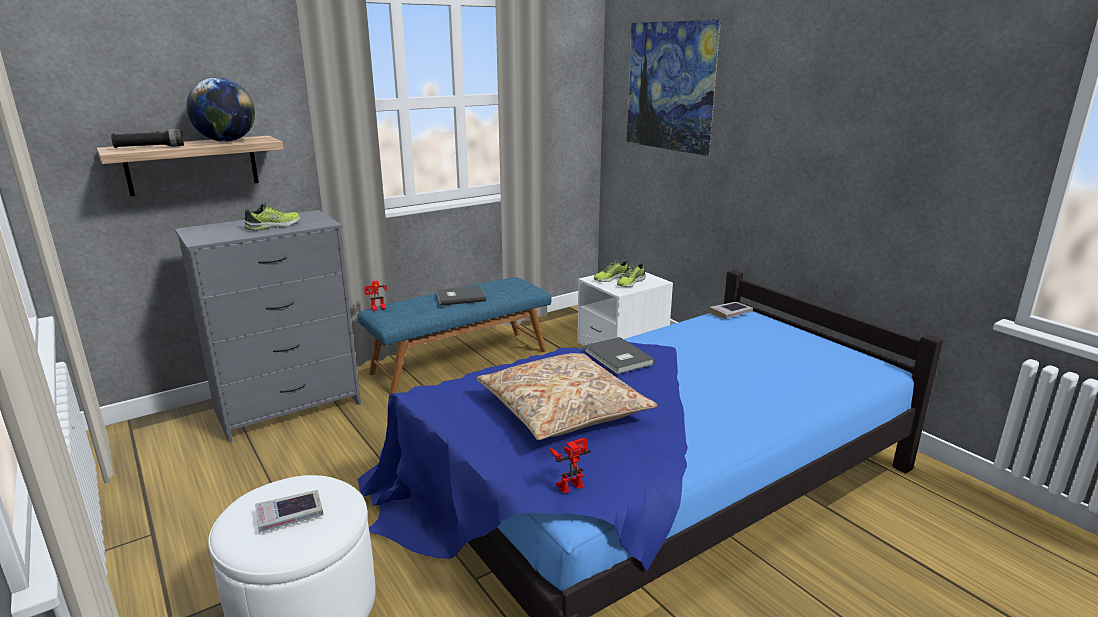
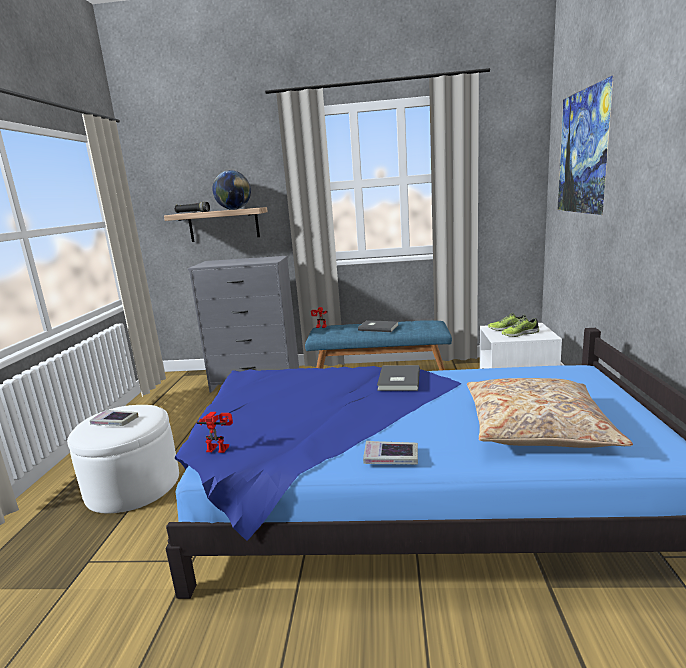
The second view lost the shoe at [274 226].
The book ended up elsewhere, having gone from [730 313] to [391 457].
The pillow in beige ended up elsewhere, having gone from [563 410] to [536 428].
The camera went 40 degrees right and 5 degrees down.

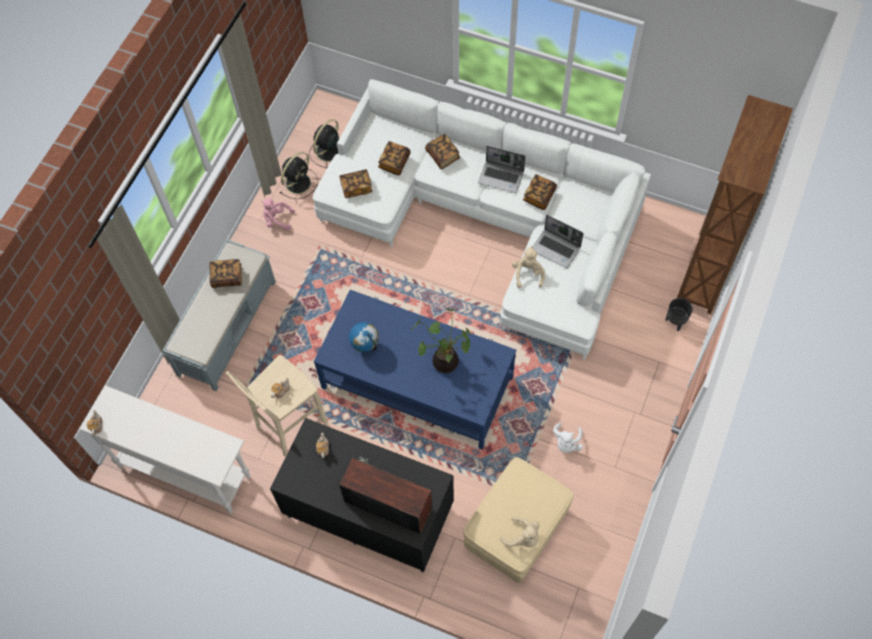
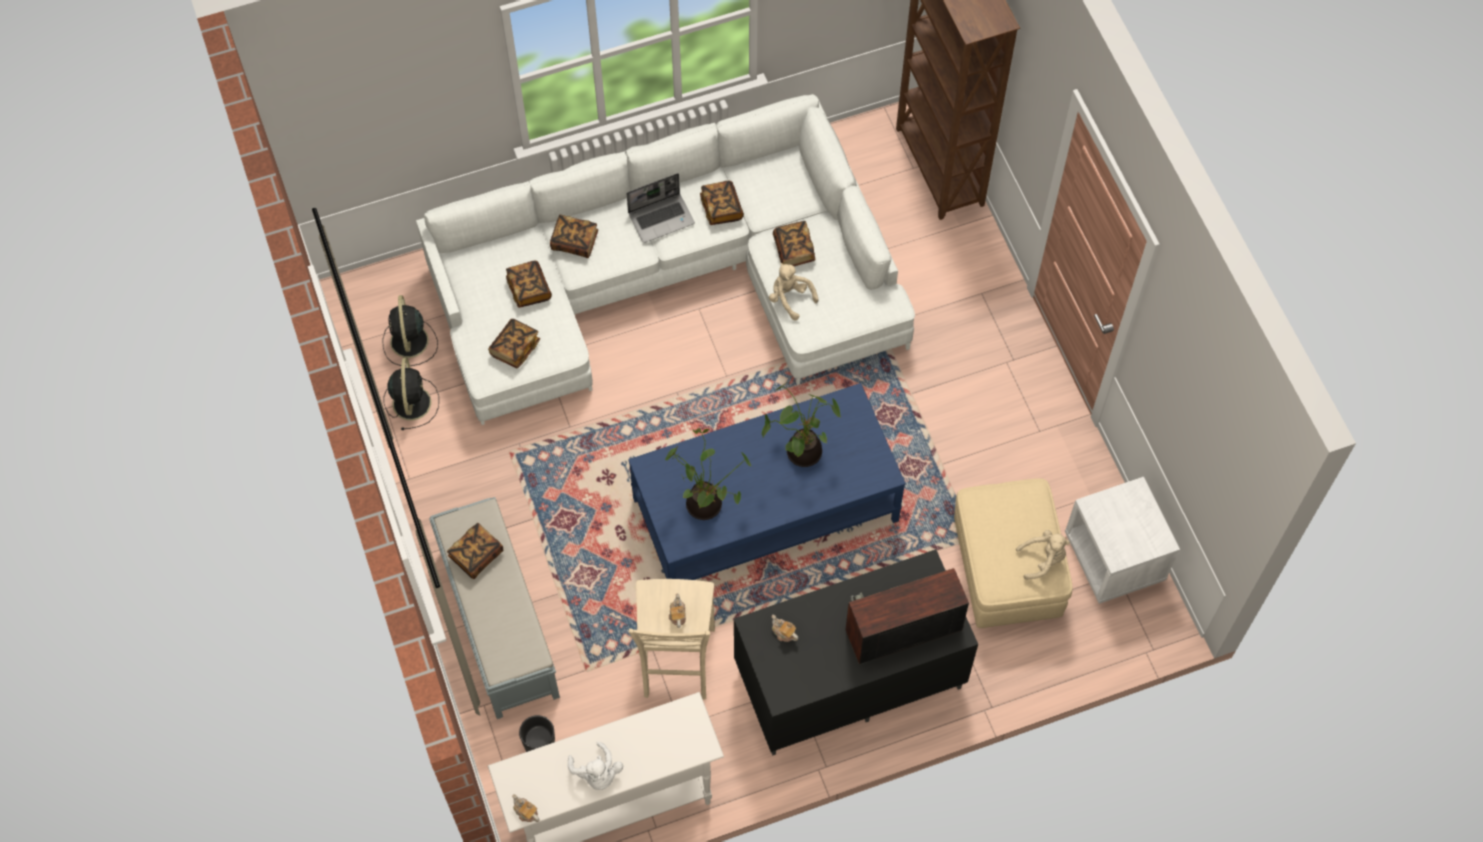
The second view lost the plush toy in pink at [277 220].
Where the laptop stood at [556 249], the book came to stand at [794 250].
The planter in black ended up elsewhere, having gone from [675 322] to [540 746].
Where the globe stood at [365 346], the potted plant came to stand at [706 503].
The plush toy in white ended up elsewhere, having gone from [566 443] to [597 773].
The second view gained the nightstand in white at [1114 558].
The camera went 45 degrees left and 0 degrees up.

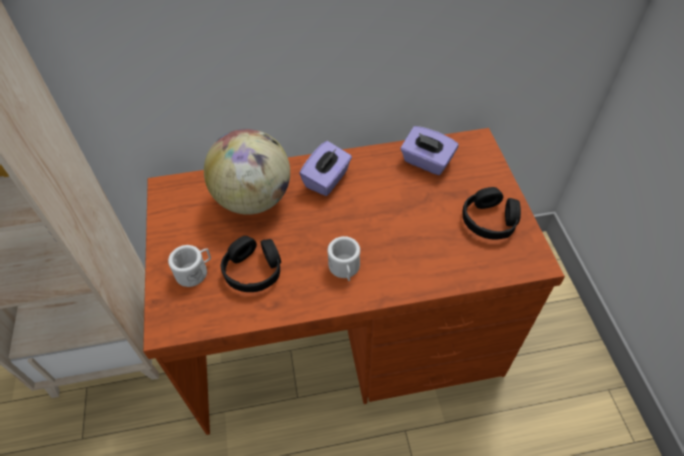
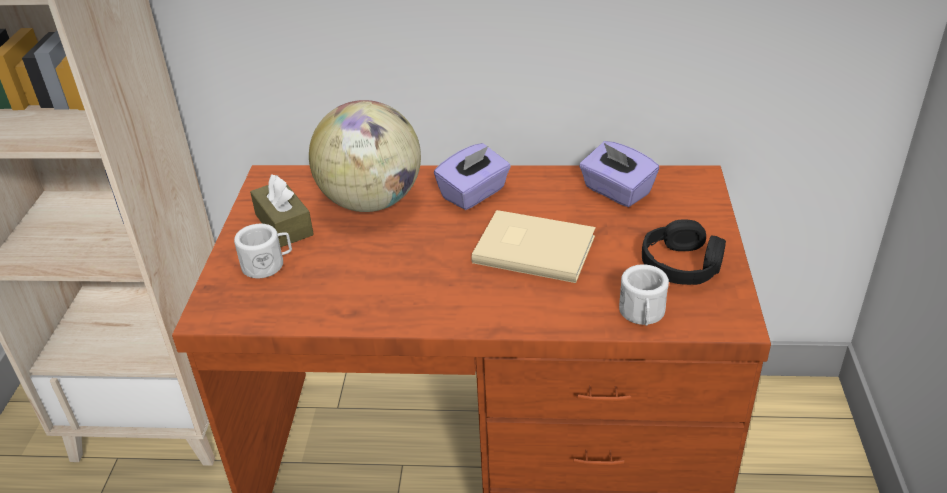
The second view lost the headphones in black at [253 270].
The mug in white ended up elsewhere, having gone from [345 268] to [642 314].
The second view gained the tissue box in brown at [284 225].
The second view gained the book in beige at [533 247].
The camera went 15 degrees right and 15 degrees down.

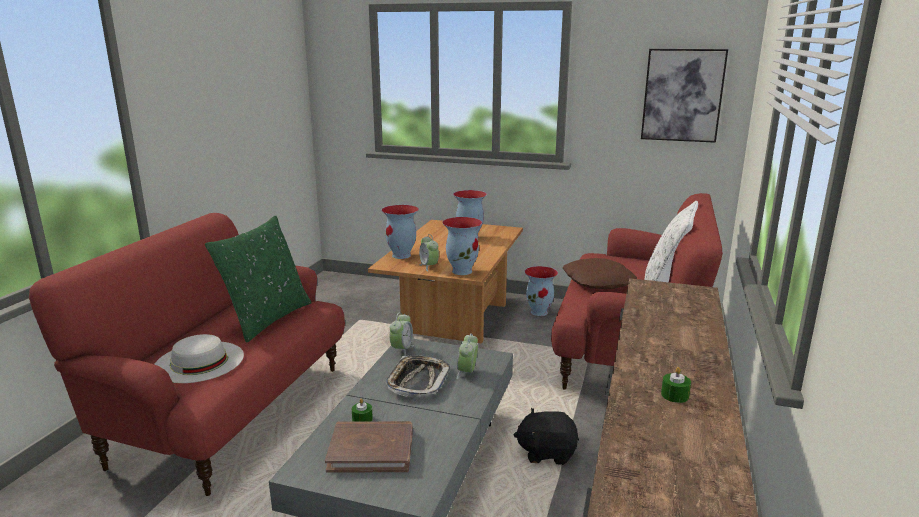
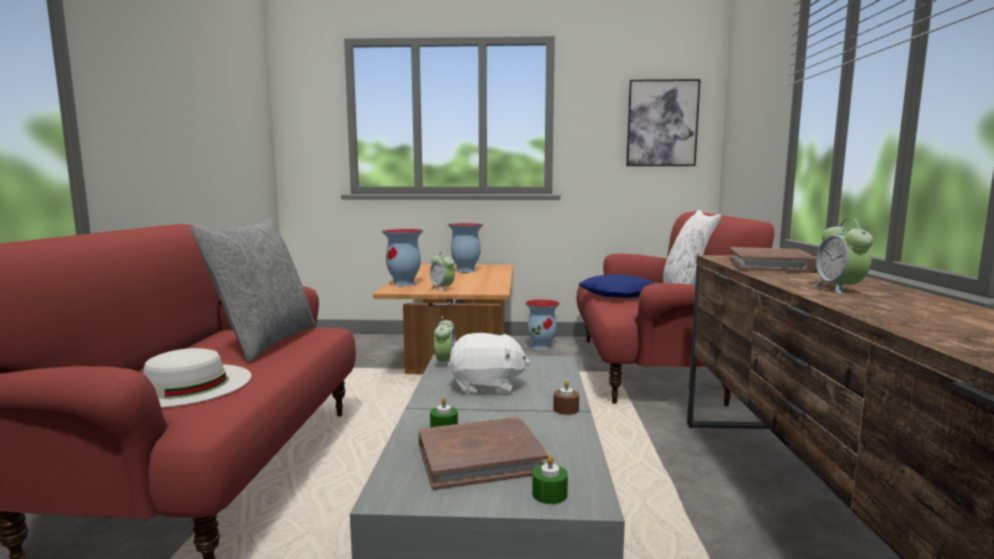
What was the pillow in green at [267 319] turned into the pillow in grey at [265 342].
The second view lost the vase at [462 271].
What was the pillow in brown at [597 281] turned into the pillow in blue at [617 295].
The alarm clock ended up elsewhere, having gone from [467 373] to [839 289].
Where the tray stood at [418 380], the plush toy in white came to stand at [487 387].
The candle in green ended up elsewhere, having gone from [674 395] to [549 494].
The second view lost the plush toy in black at [546 452].
The second view gained the book in brown at [770 265].
The second view gained the candle in brown at [566 409].
The camera went 15 degrees left and 10 degrees down.

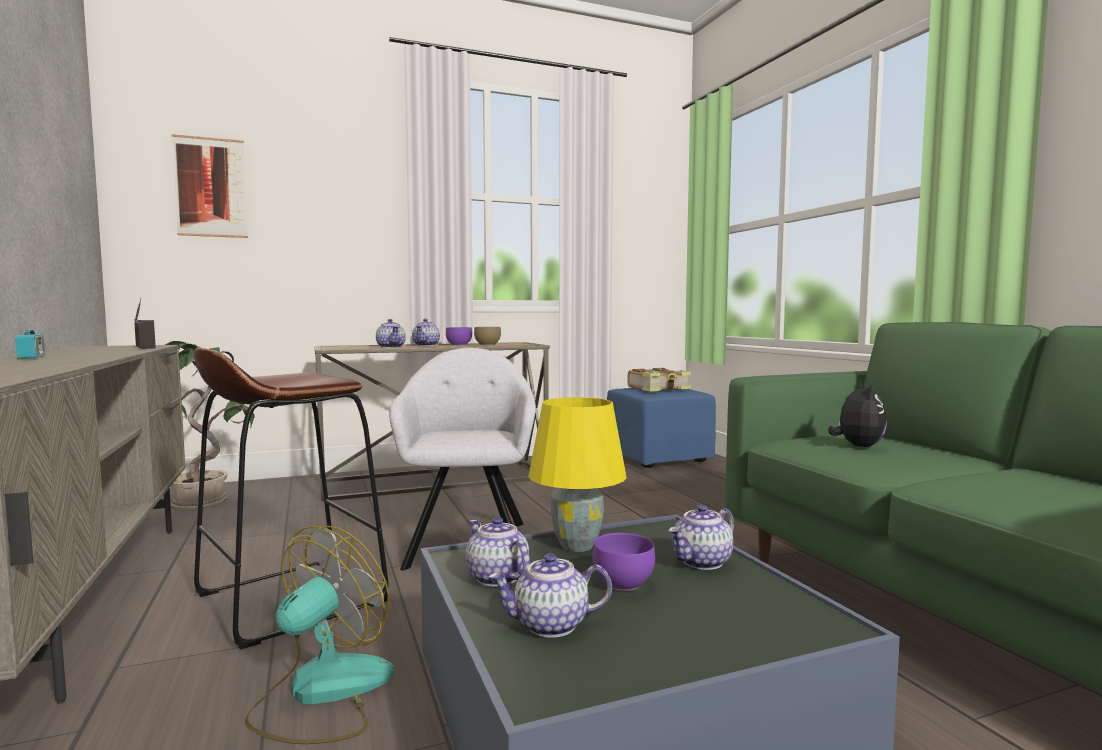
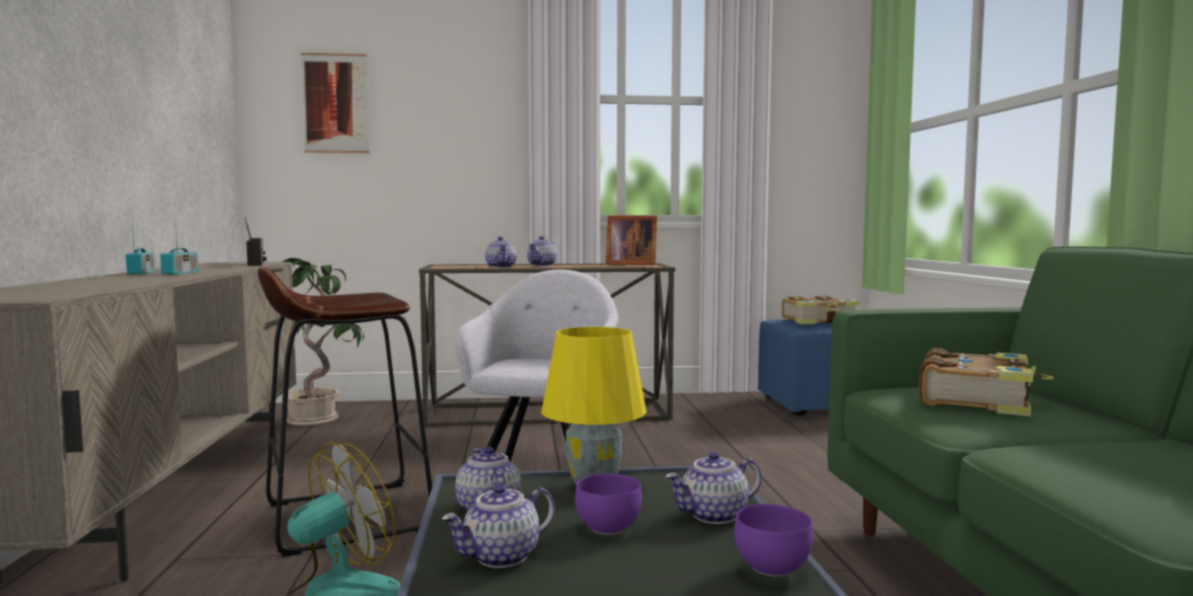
The bowl in purple ended up elsewhere, having gone from [458 345] to [771 569].
The second view lost the bowl in brown at [488 345].
Where the plush toy stood at [857 446], the book came to stand at [977 400].
The teapot at [550 625] ended up facing another way, 45 degrees counterclockwise from before.
The second view gained the picture frame at [629 264].
The second view gained the radio at [180 273].
The camera went 15 degrees right and 0 degrees up.

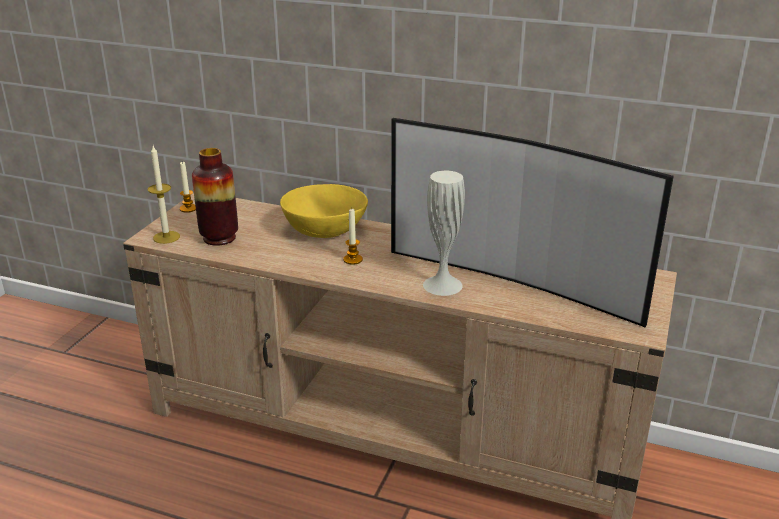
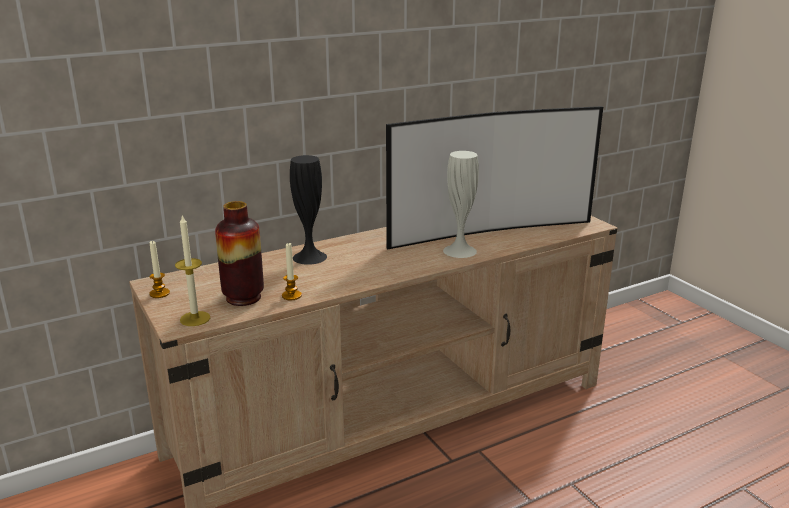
Where the bowl in yellow stood at [324 229], the vase in black came to stand at [309 257].
The candle ended up elsewhere, having gone from [353 259] to [291 296].
The camera went 50 degrees left and 5 degrees down.

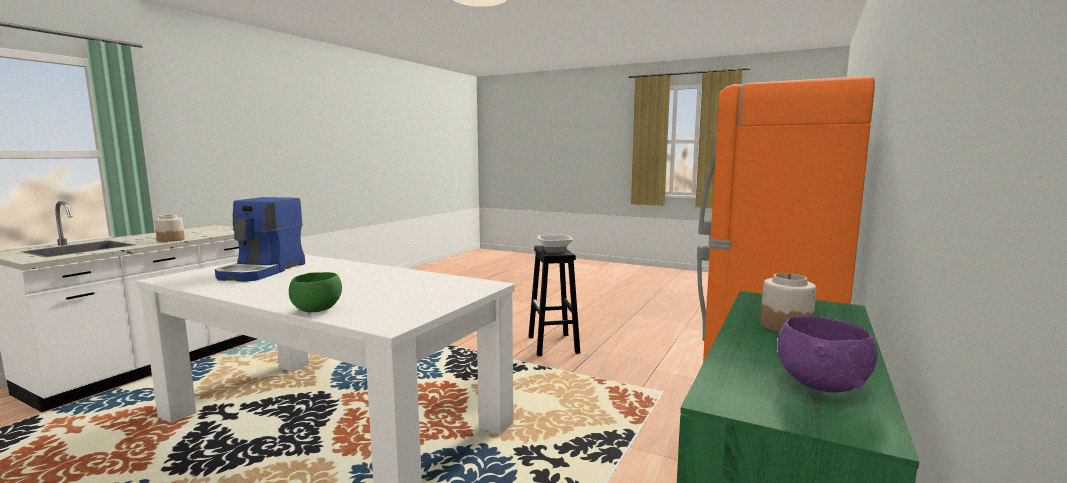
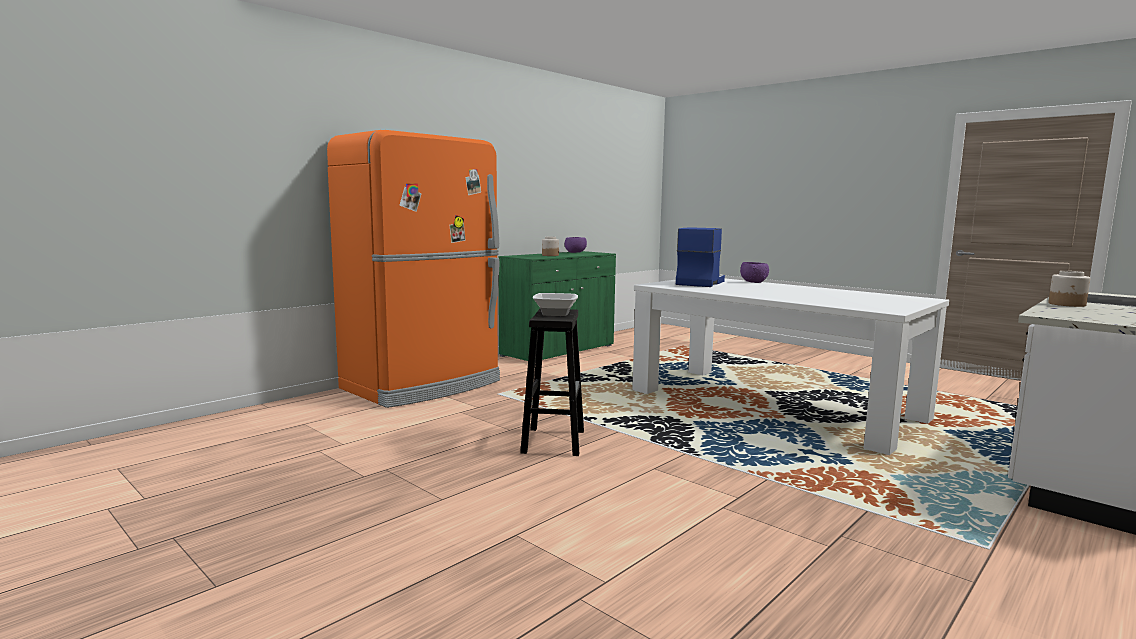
The coffee machine ended up elsewhere, having gone from [263 271] to [700 283].
What was the bowl in green at [316 310] turned into the bowl in purple at [753 282].
The camera went 165 degrees left and 0 degrees up.

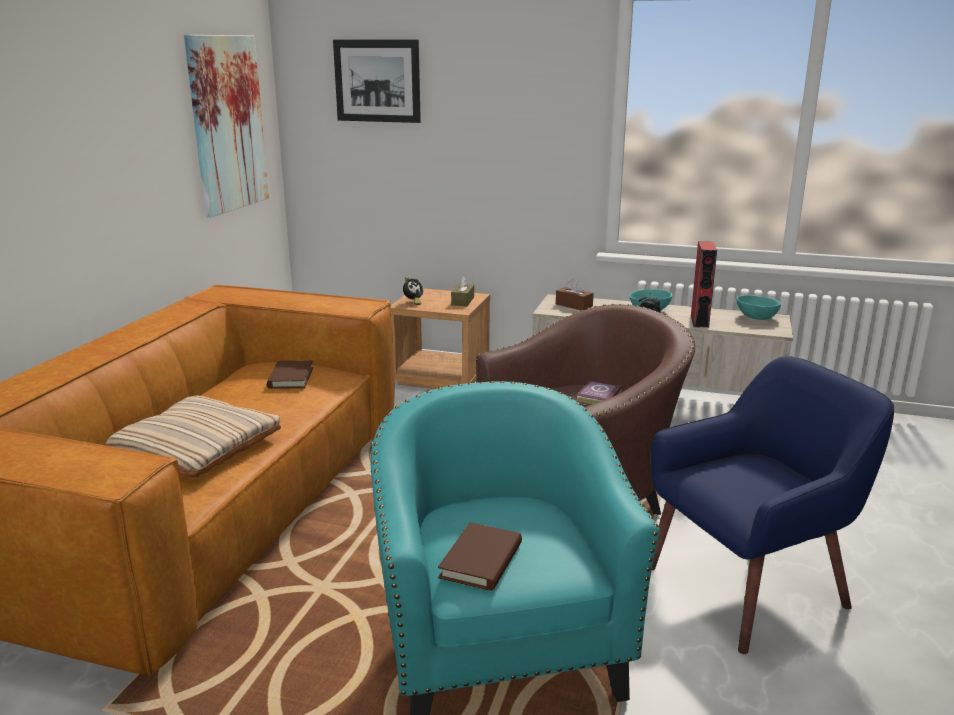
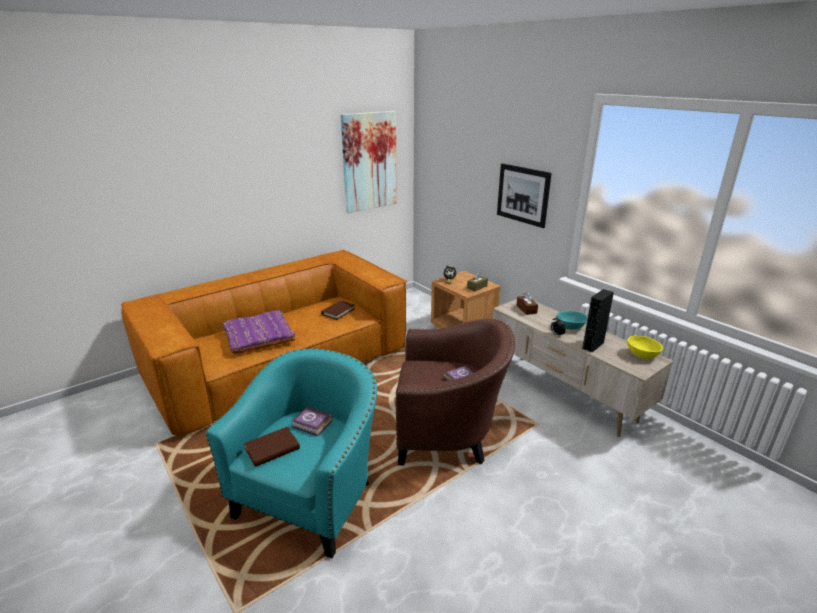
The picture ended up elsewhere, having gone from [377 81] to [523 194].
What was the speaker in red at [699 321] turned into the speaker in black at [593 345].
What was the bowl in turquoise at [756 317] turned into the bowl in yellow at [642 355].
The second view lost the armchair in blue at [749 587].
What was the pillow in beige at [197 445] turned into the pillow in purple at [259 336].
The second view gained the book at [312 424].
The camera went 35 degrees right and 5 degrees up.

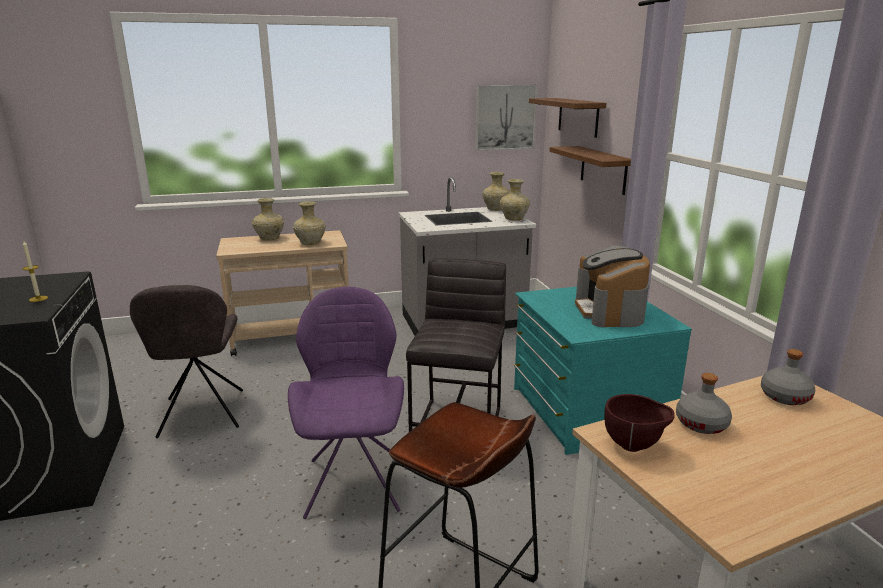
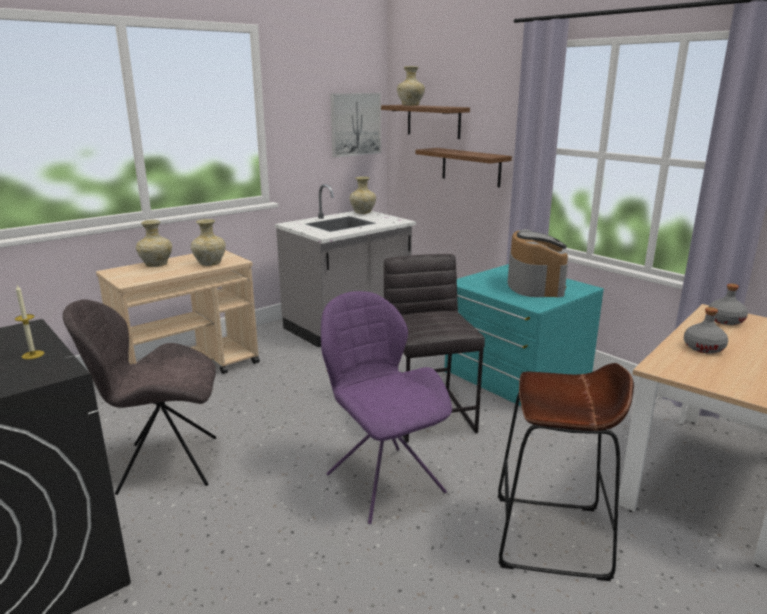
The vase in beige ended up elsewhere, having gone from [513 219] to [410 105].
The coffee machine at [609 311] ended up facing another way, 150 degrees counterclockwise from before.
The chair in grey at [201 415] ended up facing another way, 120 degrees clockwise from before.
The second view lost the bowl in brown at [634 446].
The camera went 25 degrees left and 0 degrees up.

